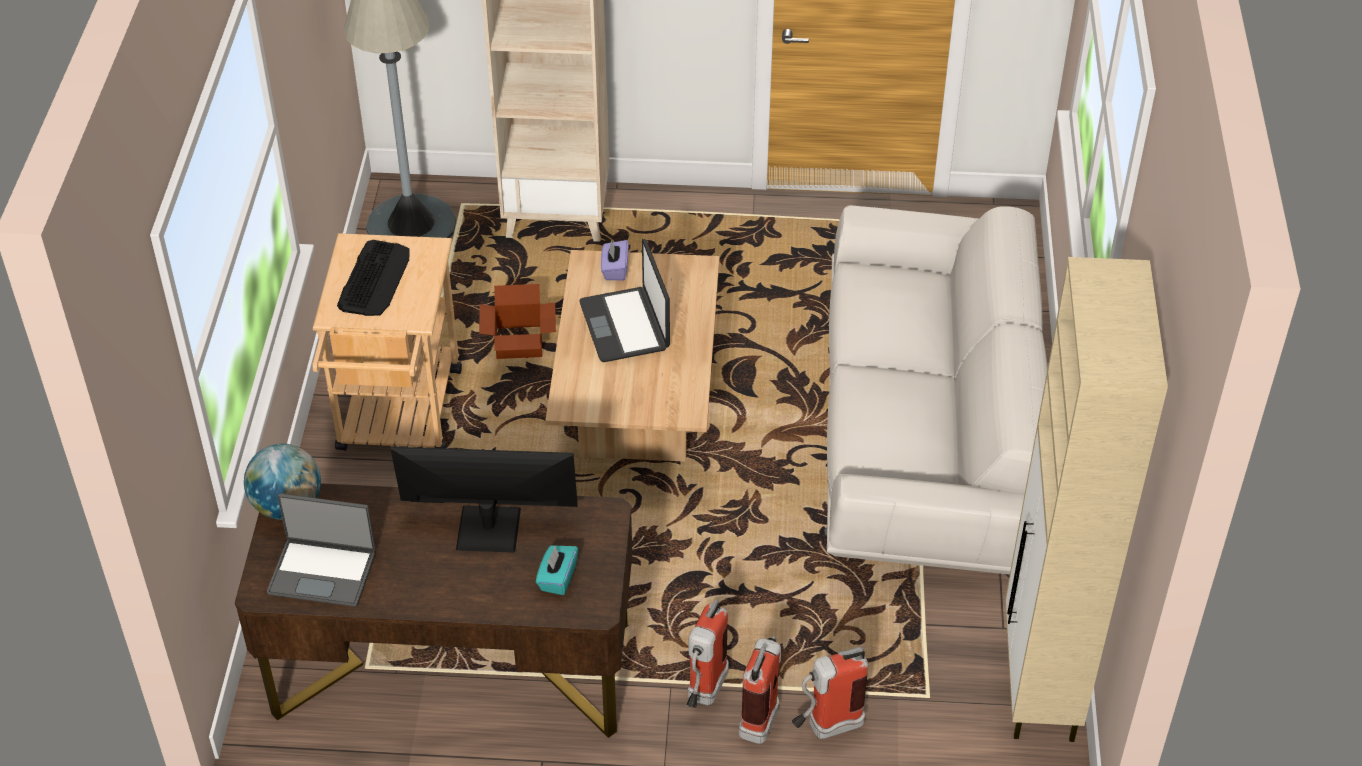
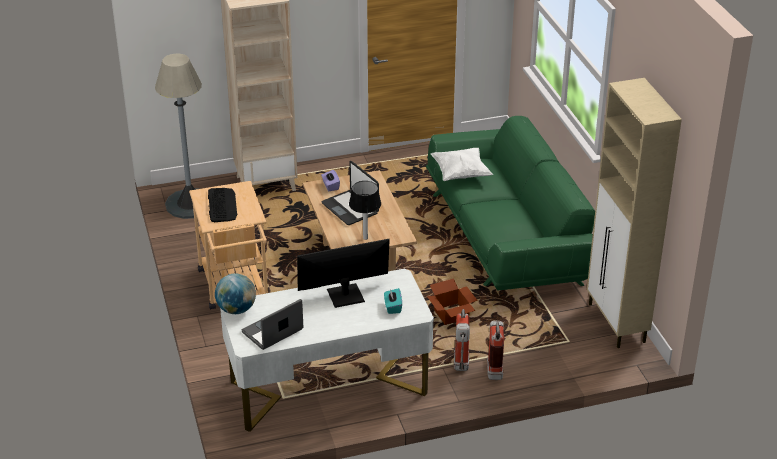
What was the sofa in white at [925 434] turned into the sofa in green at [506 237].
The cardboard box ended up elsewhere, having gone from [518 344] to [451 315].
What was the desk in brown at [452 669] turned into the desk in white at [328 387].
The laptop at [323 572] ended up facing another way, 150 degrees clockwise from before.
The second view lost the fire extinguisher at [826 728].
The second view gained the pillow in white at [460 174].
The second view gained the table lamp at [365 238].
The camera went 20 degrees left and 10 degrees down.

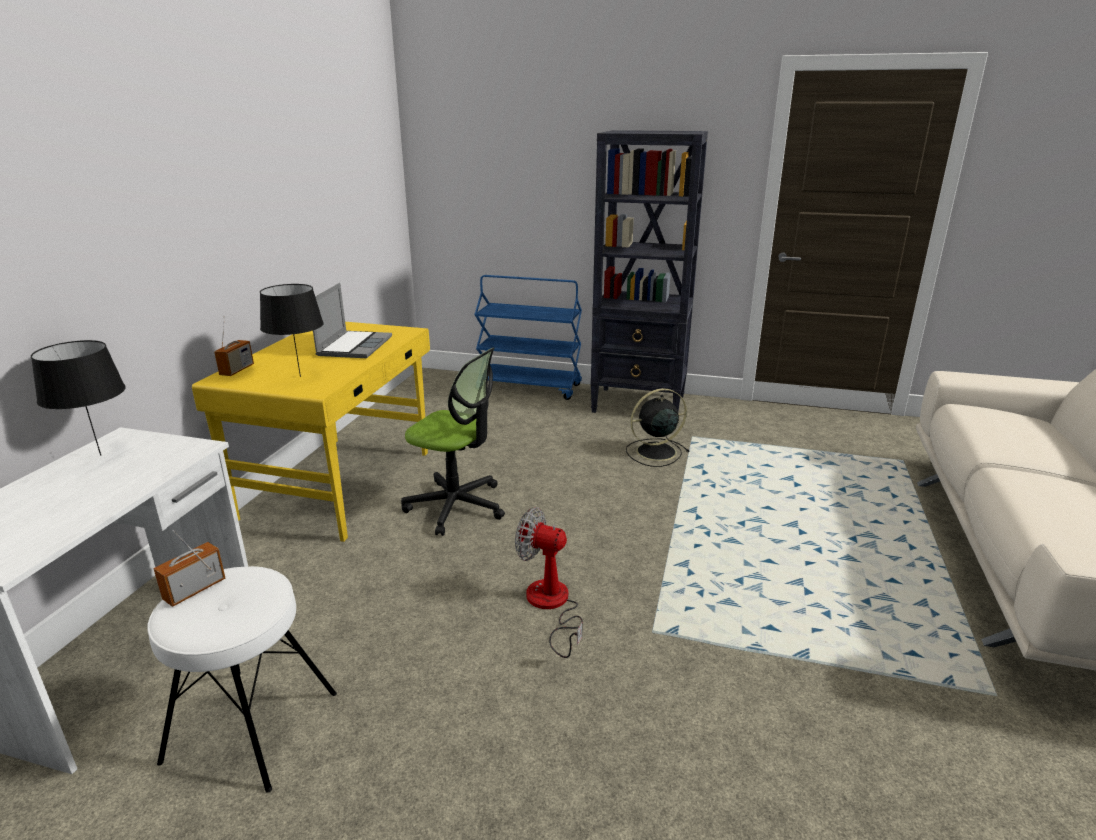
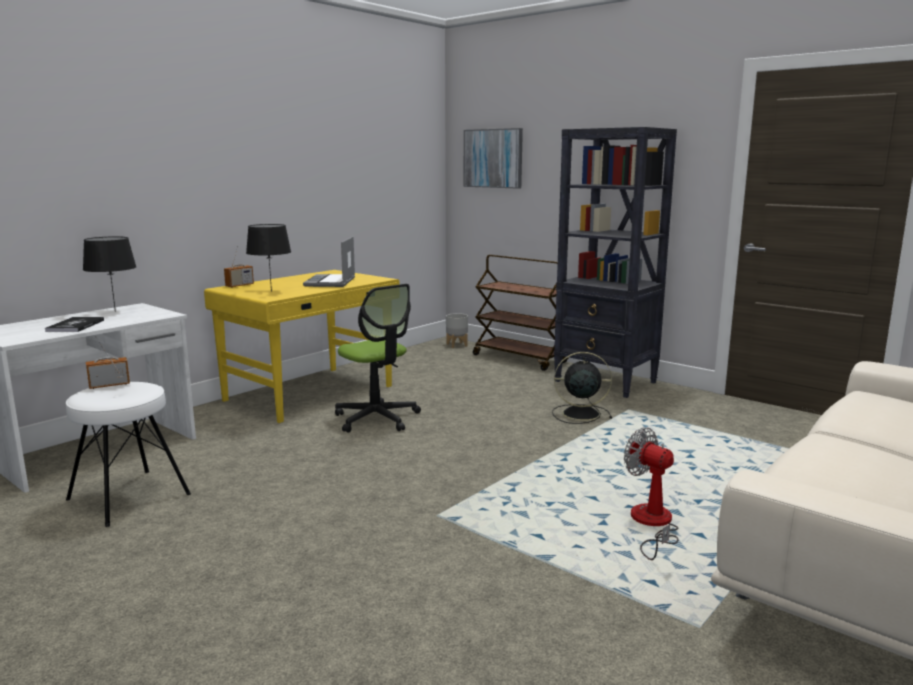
What was the cart in blue at [529 387] turned into the cart in brown at [520 359].
The laptop at [354 346] ended up facing another way, 150 degrees clockwise from before.
The fan ended up elsewhere, having gone from [551 606] to [652 524].
The second view gained the picture at [493 158].
The second view gained the planter in grey at [457 345].
The second view gained the book at [75 326].
The camera went 25 degrees right and 10 degrees down.

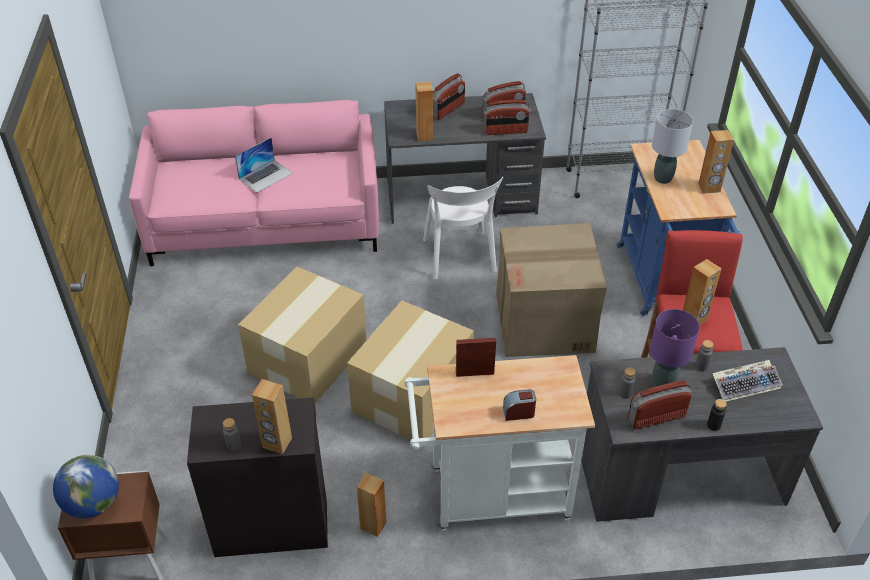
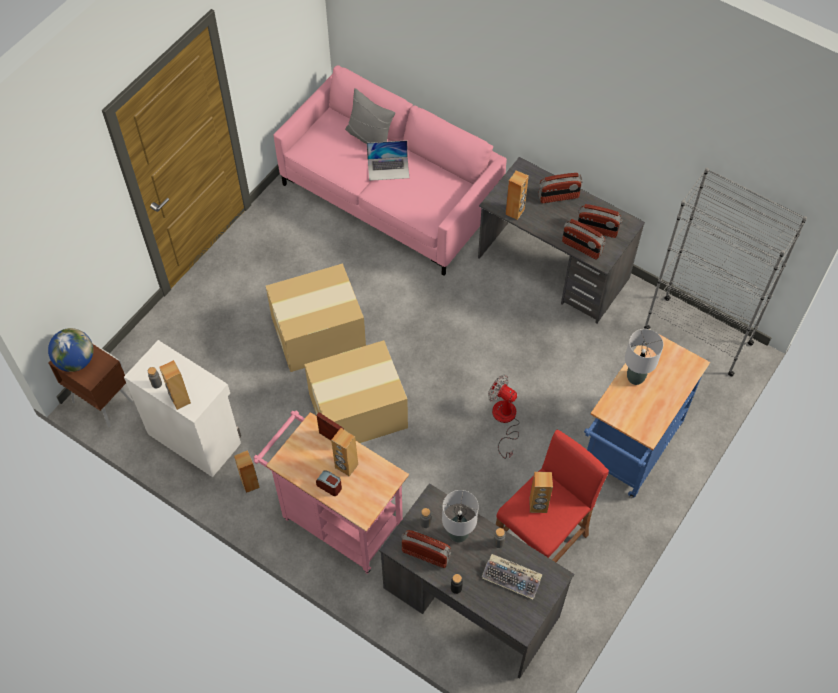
The speaker in brown ended up elsewhere, having gone from [709 188] to [346 466].
The second view lost the chair in white at [459 257].
Where the cardboard box stood at [545 322], the fan came to stand at [504 420].
What was the table lamp in purple at [663 383] turned into the table lamp in grey at [458 535].
What was the cart in white at [490 496] turned into the cart in pink at [337 519].
What was the cabinet in black at [271 524] turned into the cabinet in white at [194 437].
The second view gained the pillow in grey at [370 138].
The camera went 40 degrees right and 15 degrees up.

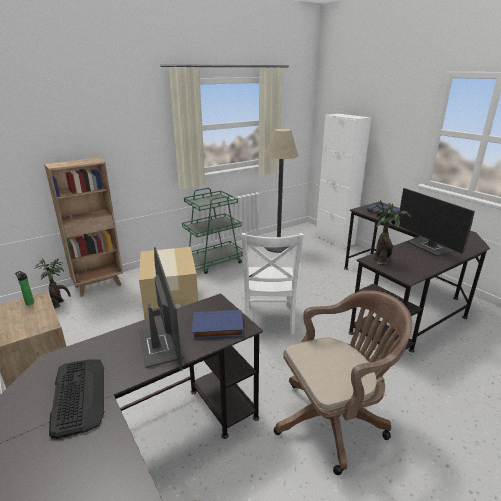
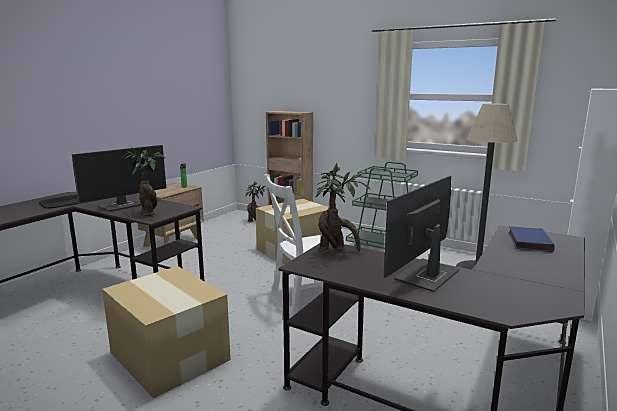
Where the office chair in brown stood at [334 419], the cardboard box came to stand at [169 357].
Where the book in blue stood at [217 327], the potted plant came to stand at [149 213].
The camera went 65 degrees right and 10 degrees down.

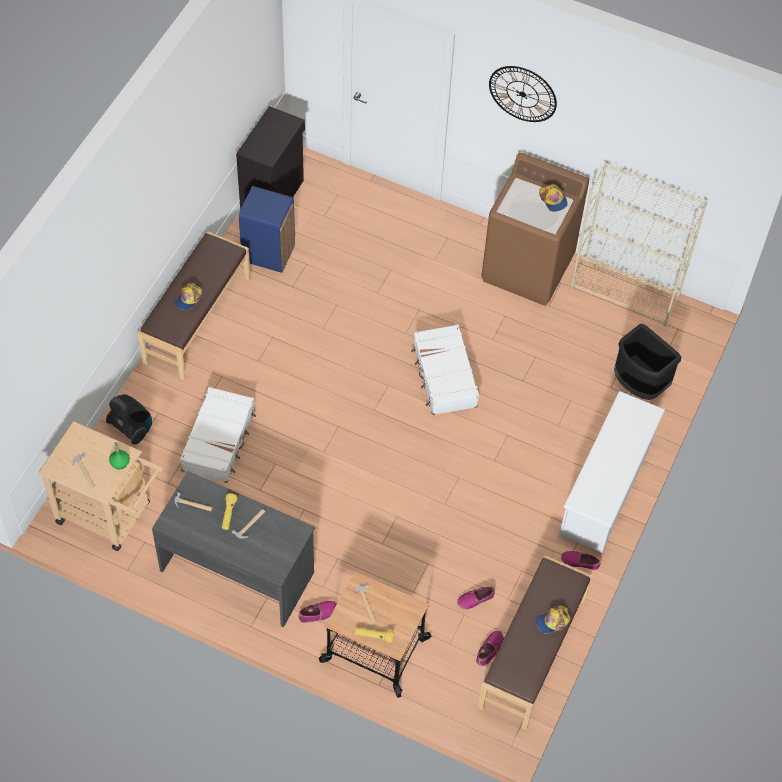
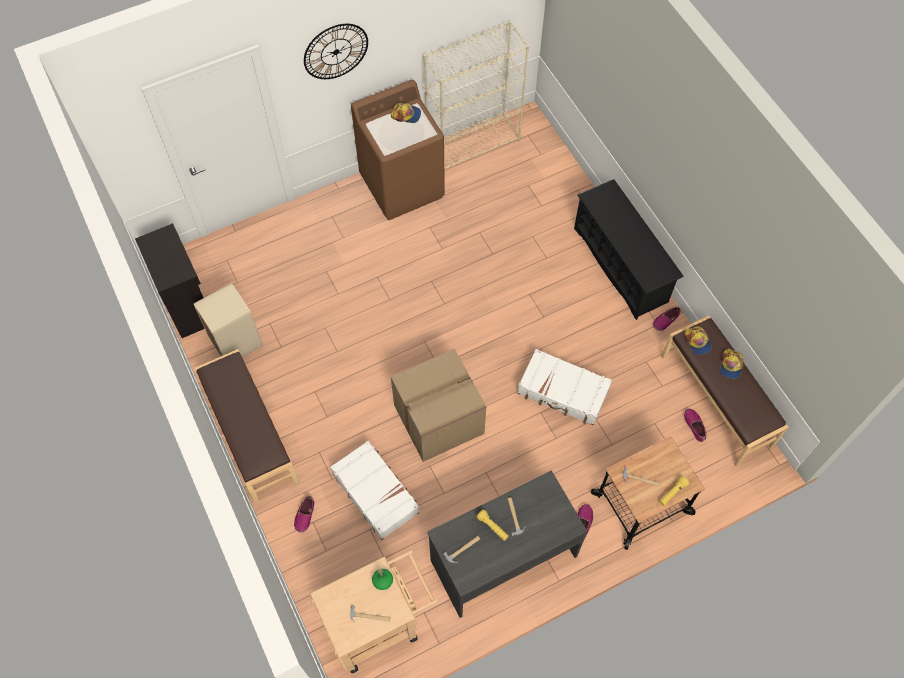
What was the trash can in blue at [268 253] turned into the trash can in beige at [235 342].
The cap ended up elsewhere, having gone from [189 299] to [697 342].
The second view lost the trash can in black at [639 384].
The suitcase in white ended up elsewhere, having gone from [444 376] to [563 392].
What was the shoe rack in white at [606 490] turned into the shoe rack in black at [620 265].
The second view lost the vacuum cleaner at [132 428].
The shoe ended up elsewhere, having gone from [475 599] to [305 515].
The second view gained the cardboard box at [438 420].
The camera went 50 degrees left and 5 degrees up.

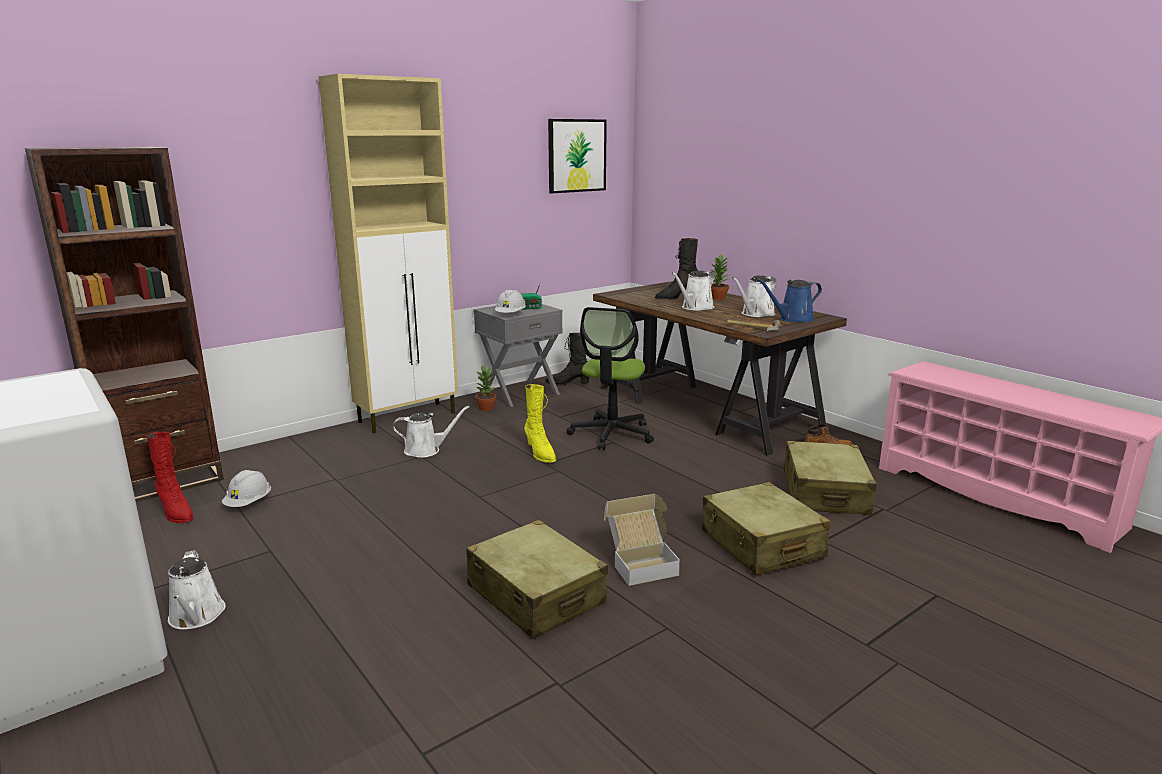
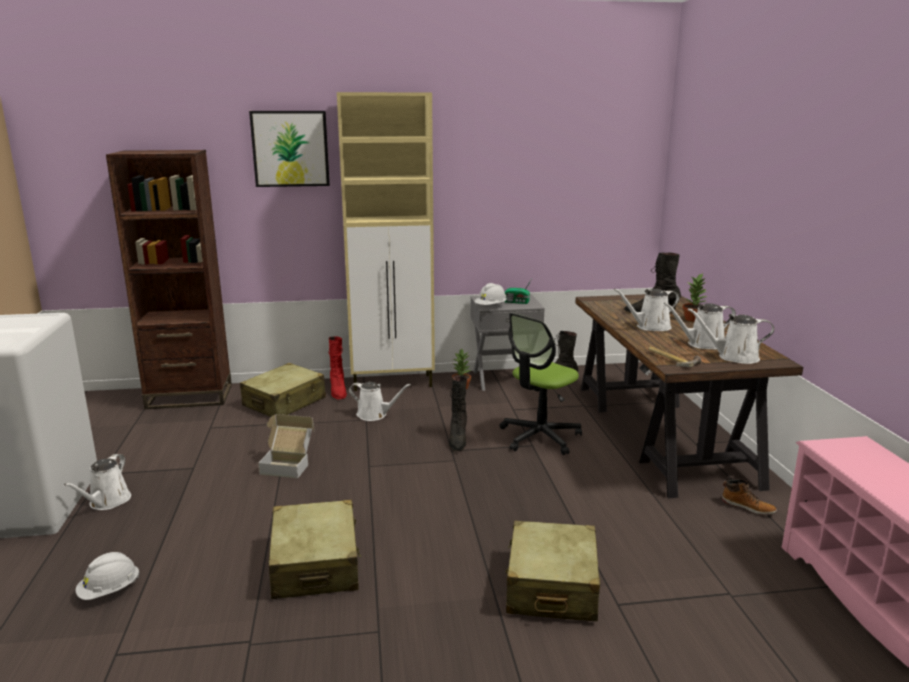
The picture ended up elsewhere, having gone from [576 155] to [290 148].
What was the watering can in blue at [792 319] turned into the watering can in white at [734 357].
What was the boot in yellow at [540 453] turned into the boot in black at [457 440].
The boot in red ended up elsewhere, having gone from [176 512] to [338 392].
The suitcase in beige ended up elsewhere, having gone from [825 493] to [285 402].
The hard hat in white ended up elsewhere, having gone from [249 503] to [109 591].
The cardboard box ended up elsewhere, having gone from [640 563] to [288 464].
The camera went 30 degrees right and 0 degrees up.

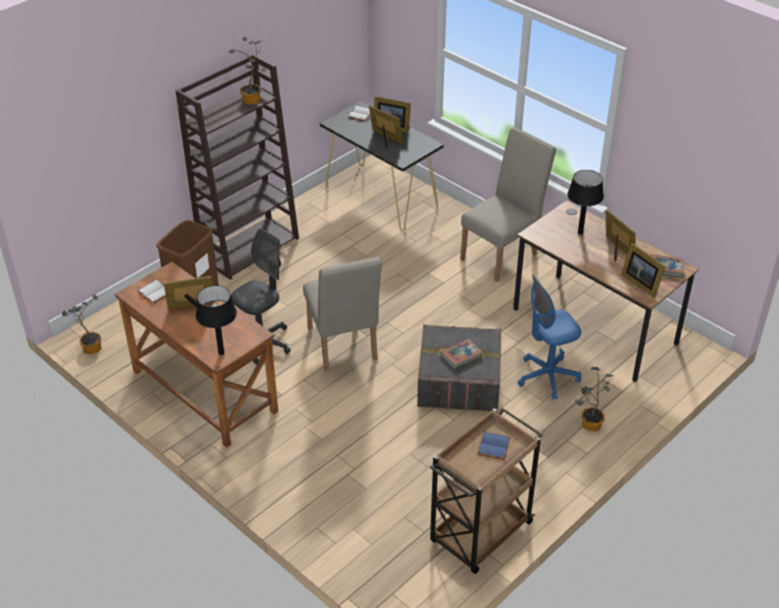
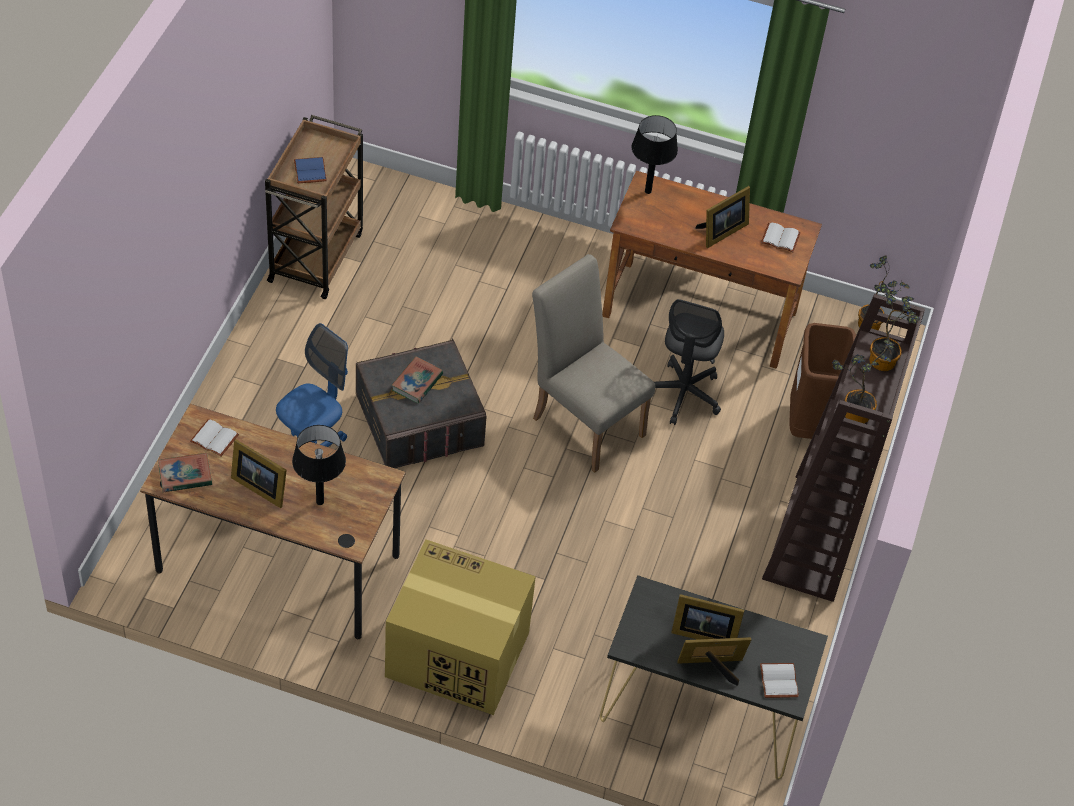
Where the chair in beige stood at [503 254], the cardboard box came to stand at [455 654].
Where the picture frame stood at [640 283], the book in white came to stand at [213 439].
The potted plant ended up elsewhere, having gone from [588 425] to [884 358].
The camera went 150 degrees right and 10 degrees up.

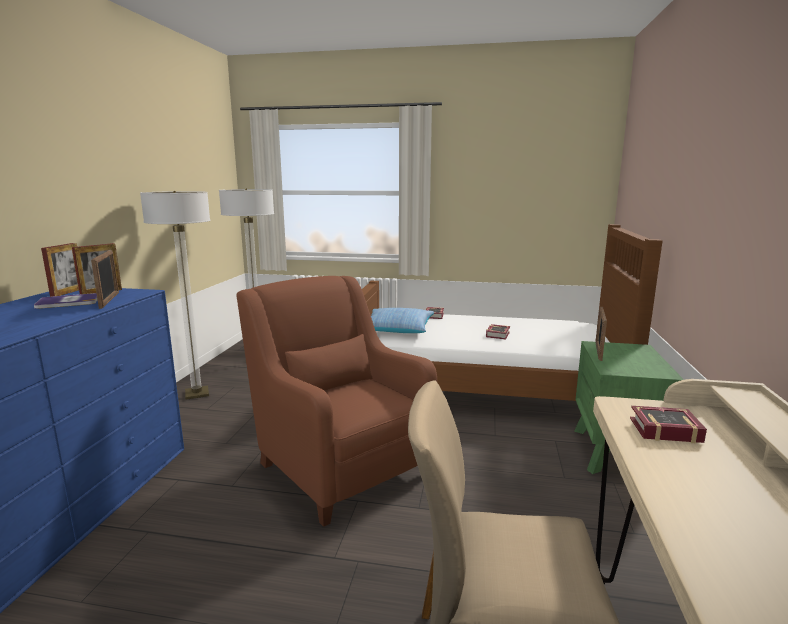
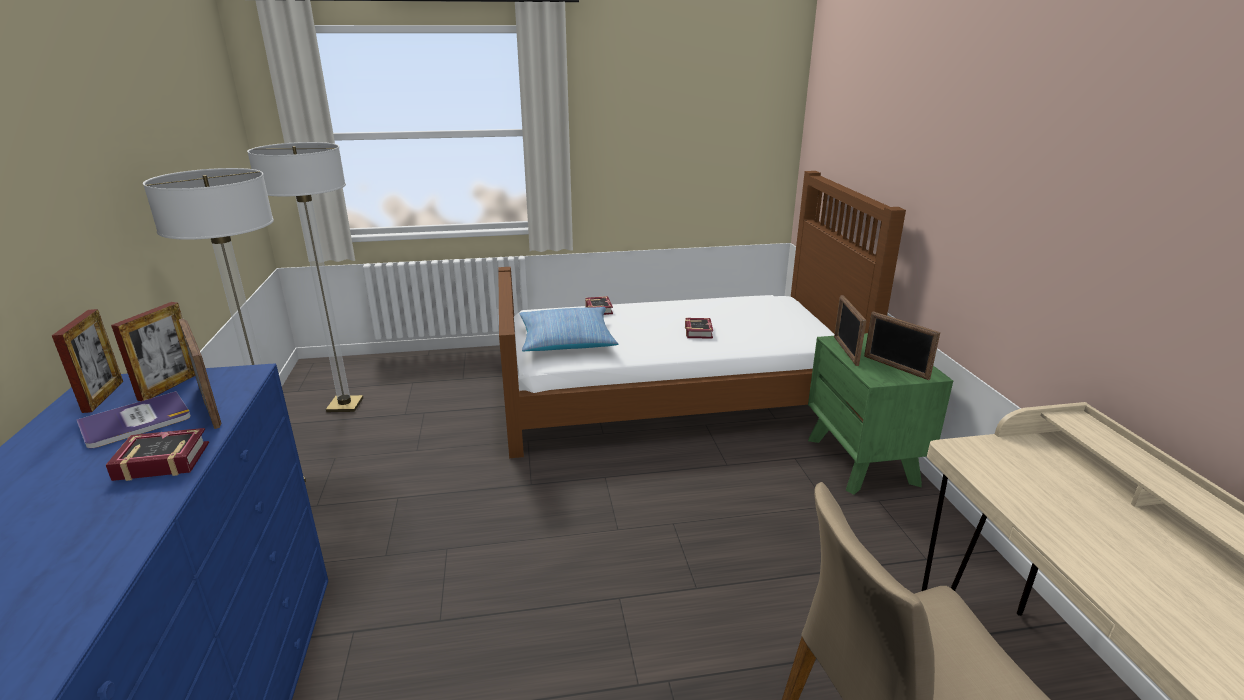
The second view lost the armchair in brown at [339 464].
The book ended up elsewhere, having gone from [661 429] to [159 460].
The second view gained the picture frame at [895 367].
The camera went 20 degrees left and 10 degrees up.

